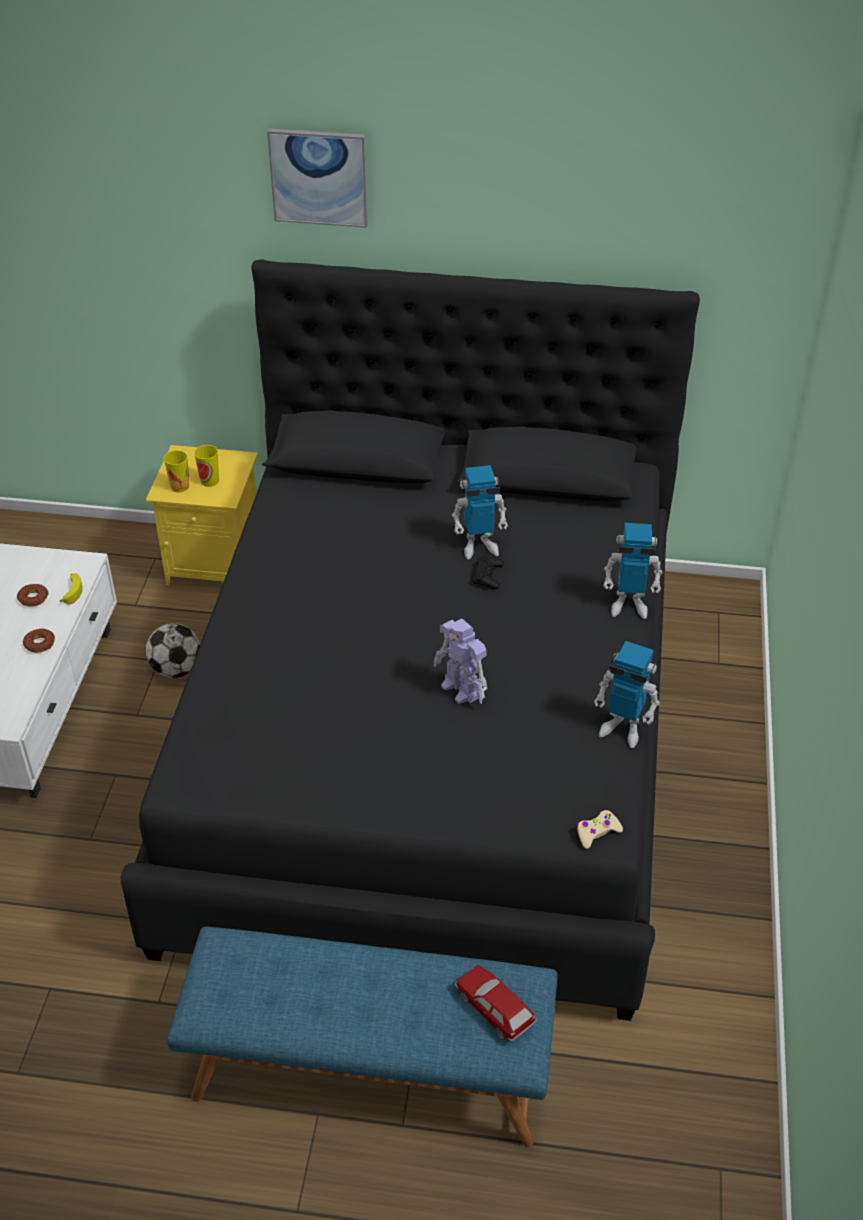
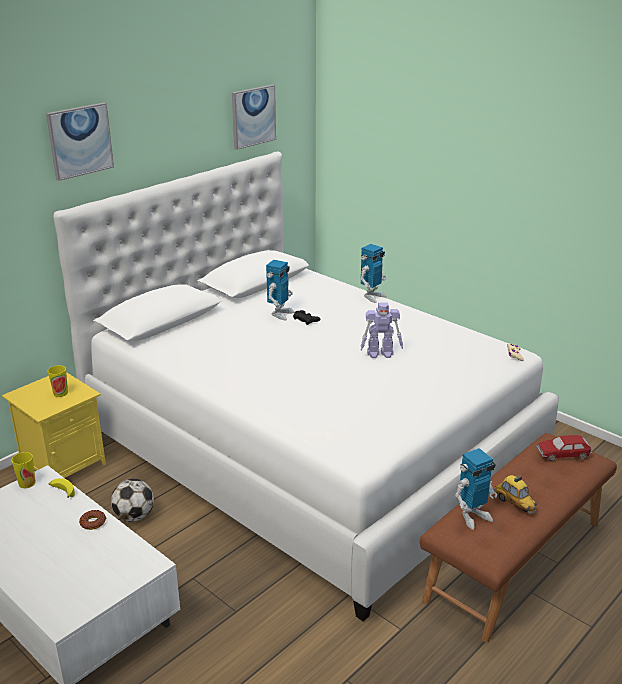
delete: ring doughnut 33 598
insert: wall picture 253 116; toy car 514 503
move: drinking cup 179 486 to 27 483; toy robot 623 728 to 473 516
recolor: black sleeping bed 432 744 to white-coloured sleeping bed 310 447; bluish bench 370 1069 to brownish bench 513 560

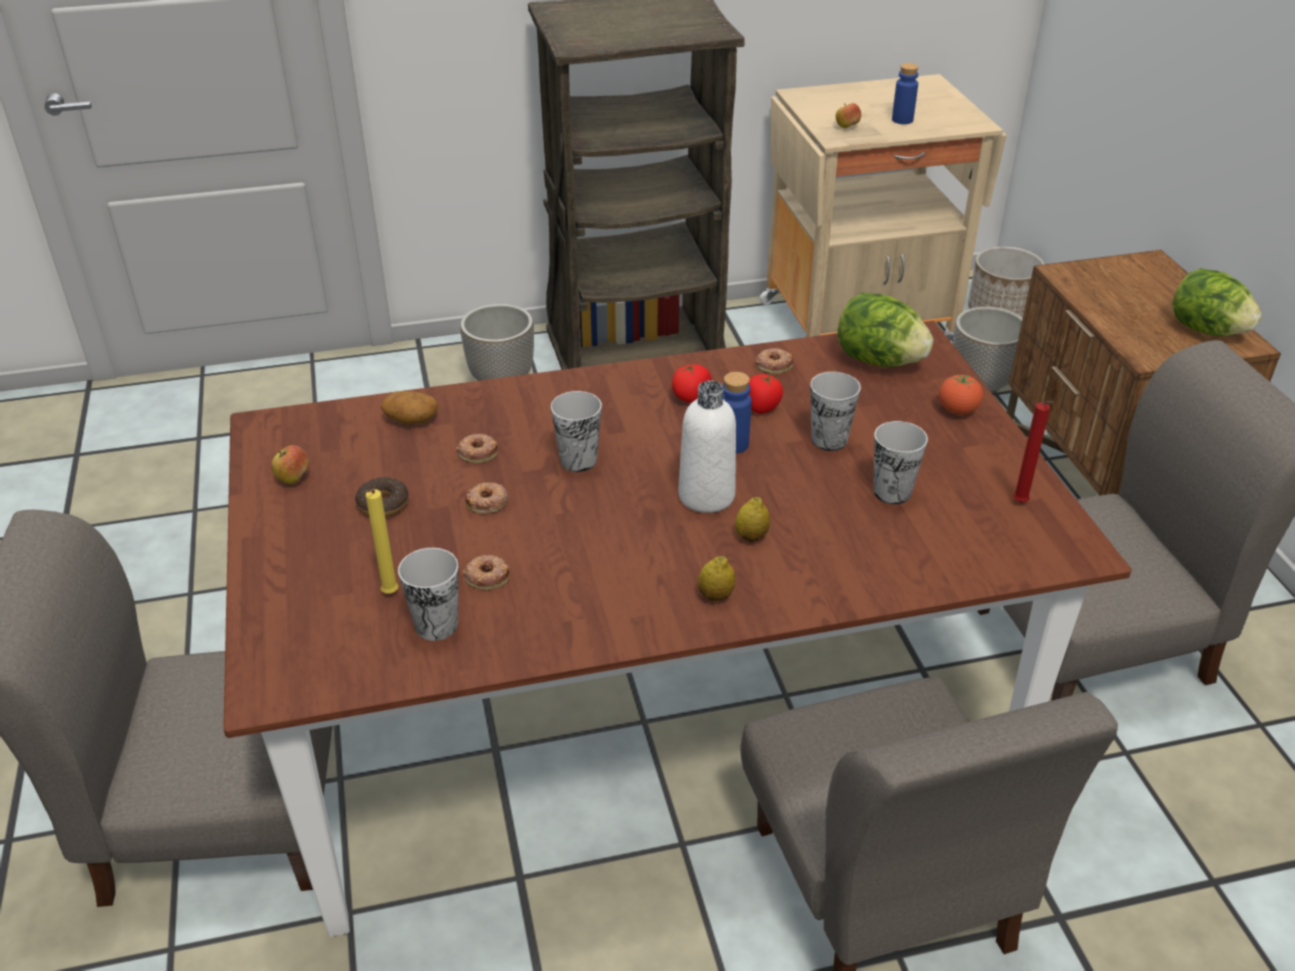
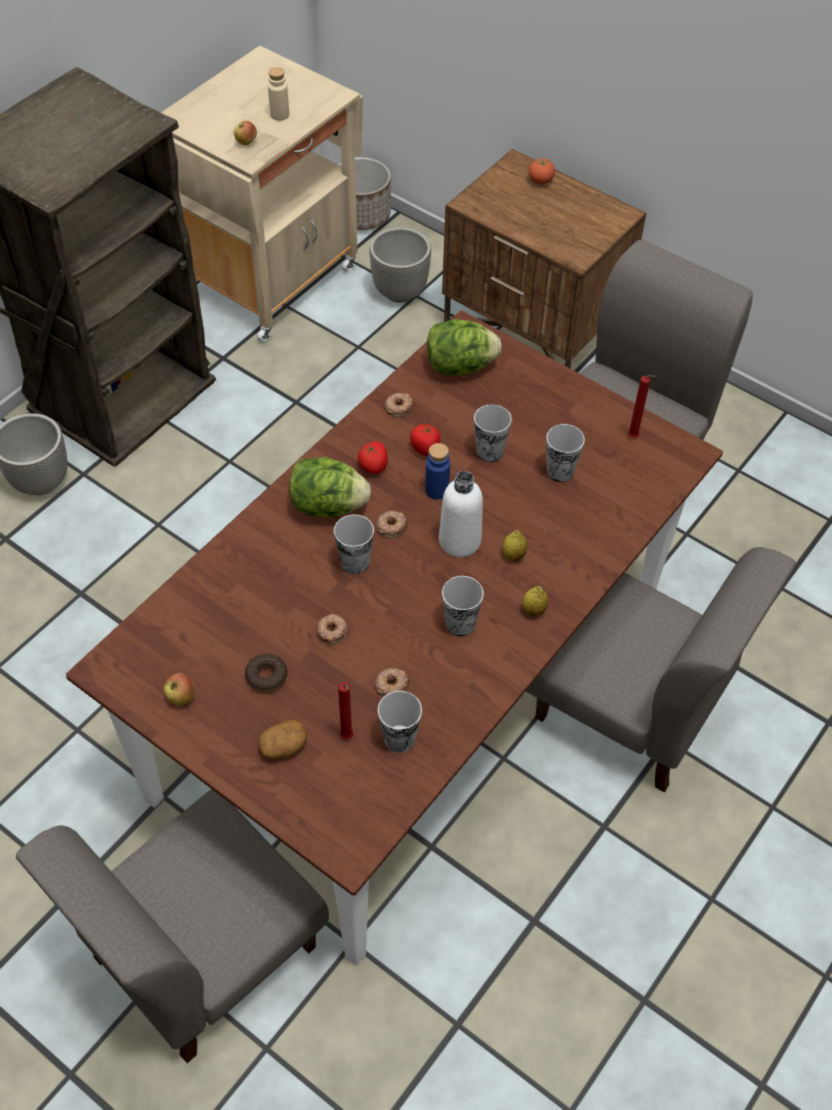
insert: drinking cup 460 623
move: spud 411 419 to 283 747; head of lettuce 1206 330 to 327 506; ring doughnut 478 452 to 391 526; fresh tomato 957 410 to 540 181
recolor: bluish bottle 902 120 to sand-coloured bottle 279 115; yellowish wax candle 389 595 to reddish wax candle 347 738

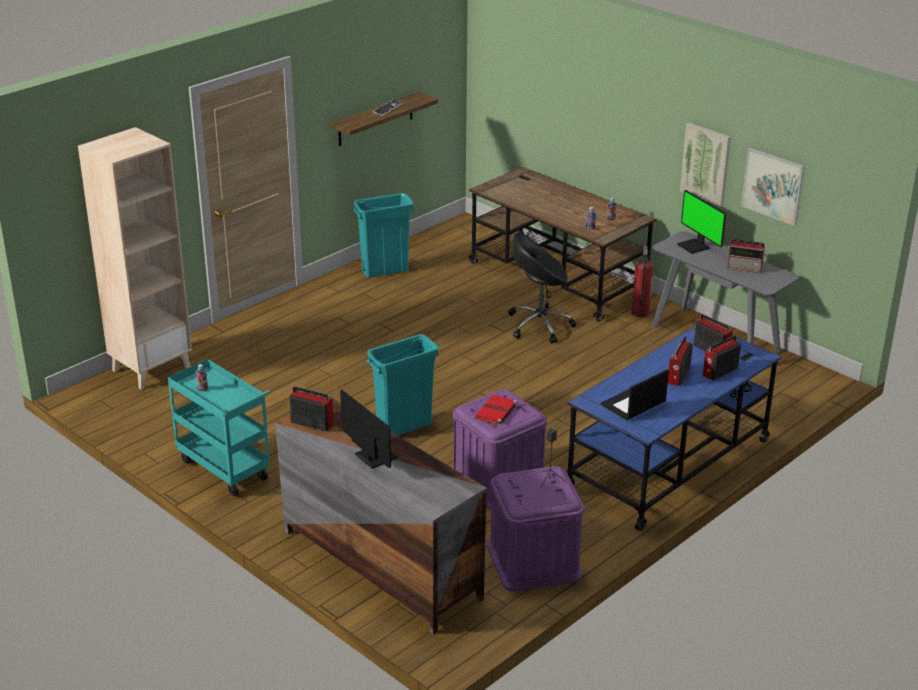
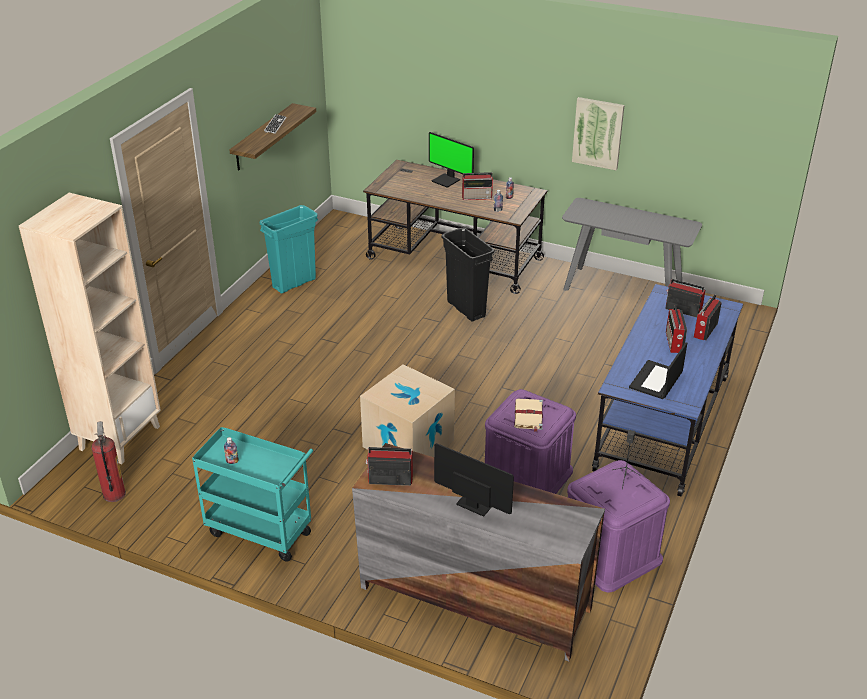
delete: wall picture 773 186
move: fire-fighting cylinder 640 312 to 114 494; computer display 694 246 to 447 180; radio 745 268 to 477 197
replace: turquoise trash can 403 428 to packing box 408 443; black office chair 538 325 to black trash can 466 309
recolor: reddish book 495 412 to sand-coloured book 528 416

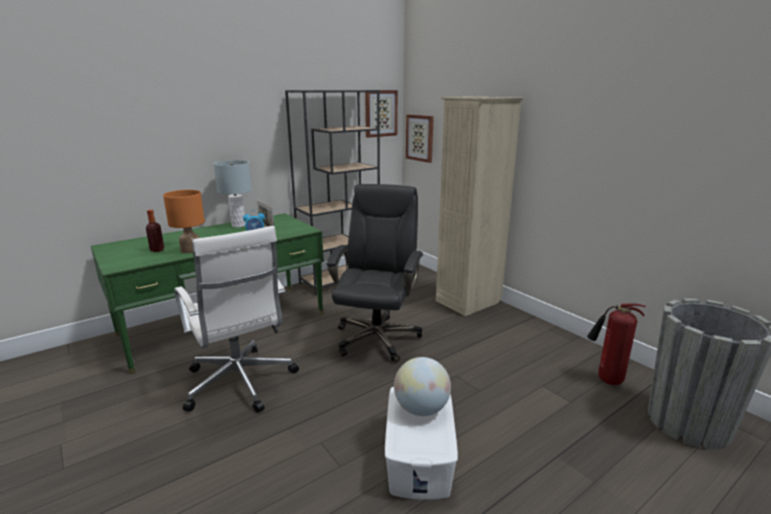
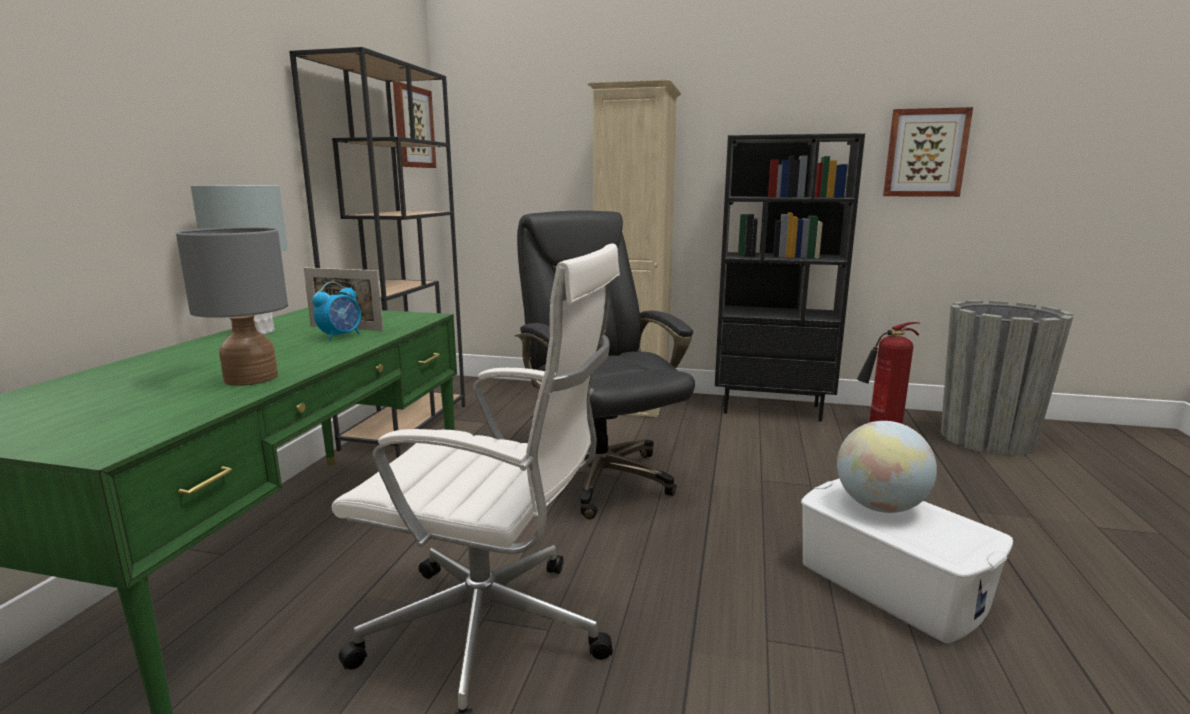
delete: bottle 157 250
insert: black bookshelf 772 409
move: wall picture 420 138 to 925 153
recolor: orange tabletop lamp 190 250 to greyish tabletop lamp 250 378

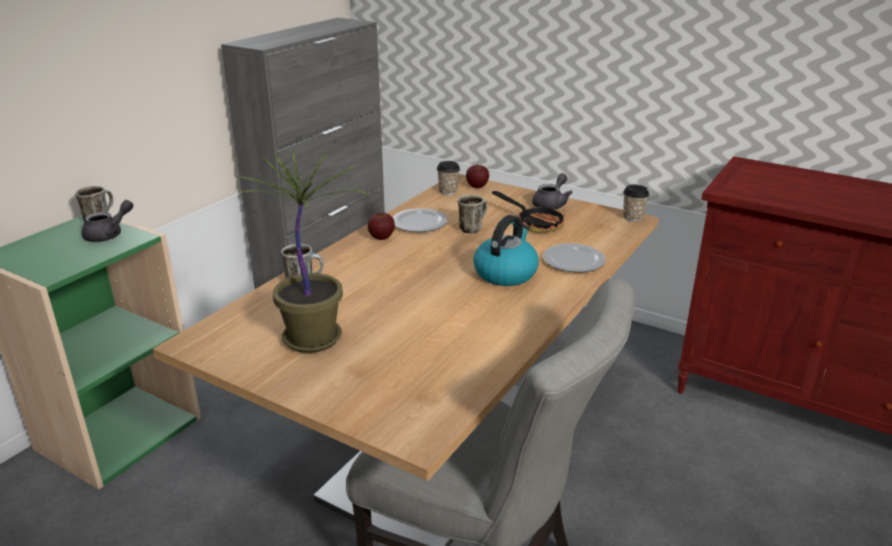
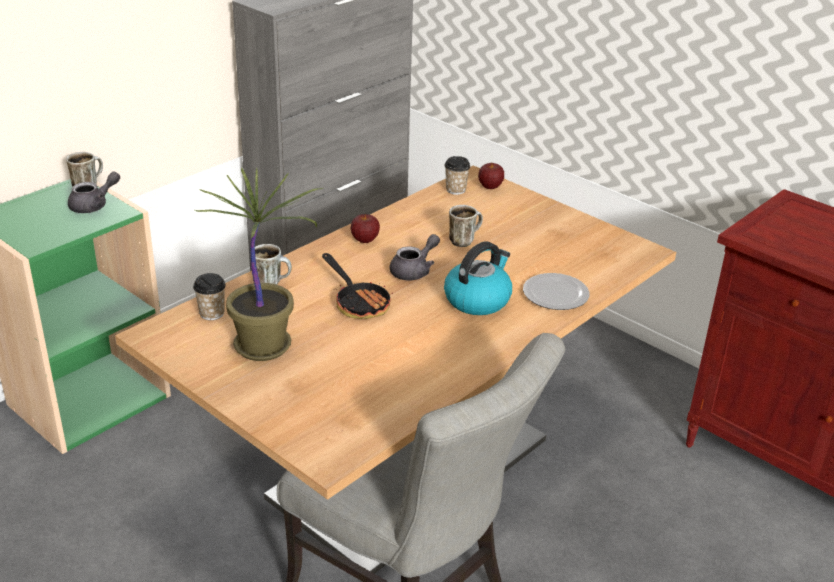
delete: flat dish 419 223
move: drinking cup 633 217 to 212 313; frying pan 534 223 to 358 302; greyish teapot 551 204 to 414 271

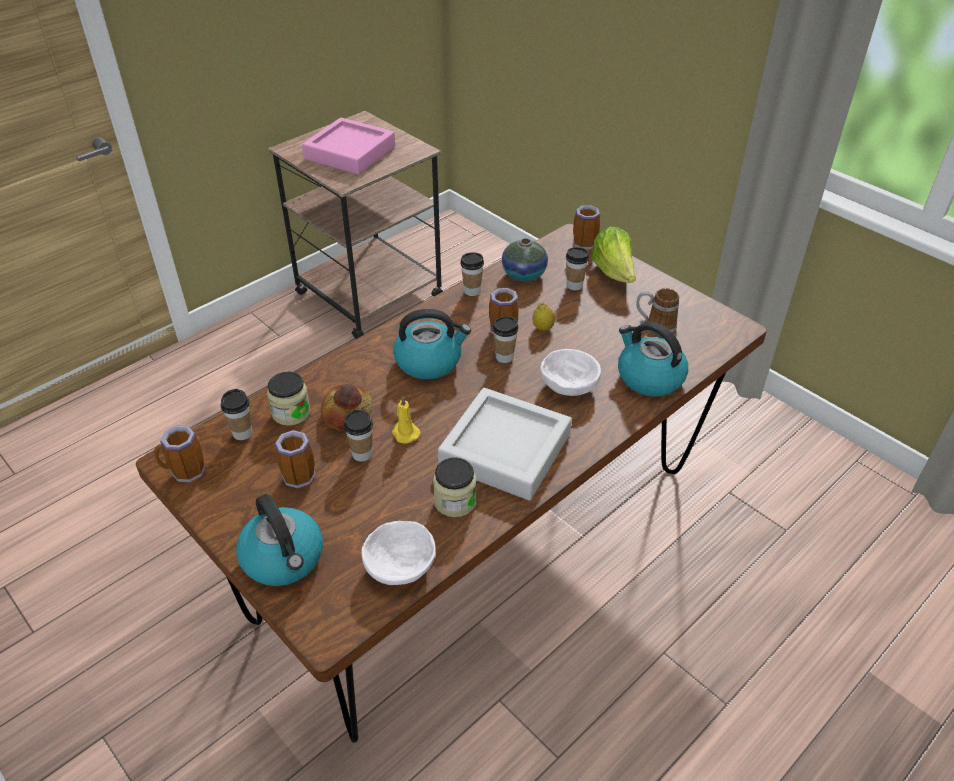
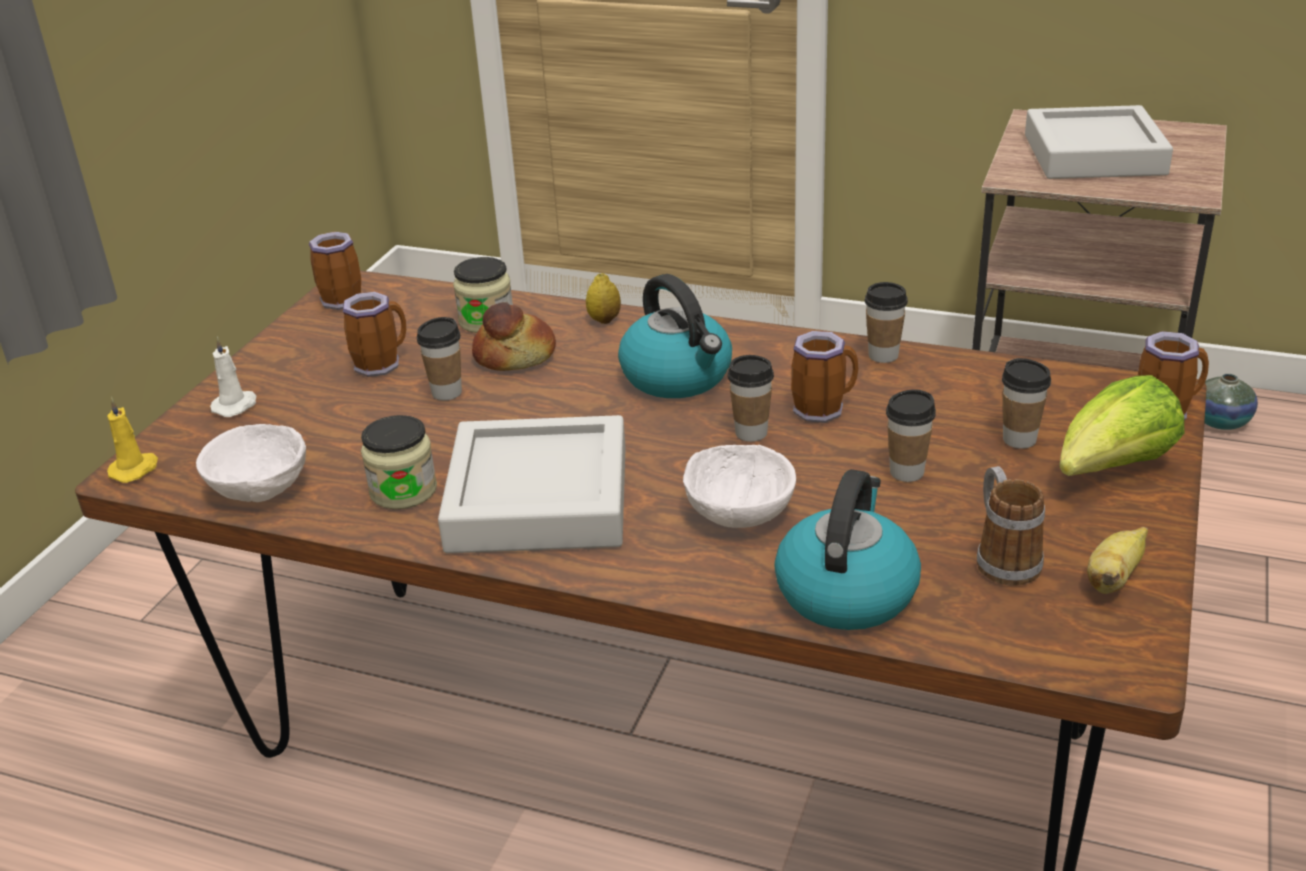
insert: banana 1113 578
move: yellowish wax candle 405 433 to 135 469; lemon 543 328 to 604 320; drinking cup 242 433 to 906 472; flower vase 524 274 to 1220 421
replace: kettle 284 559 to white-coloured wax candle 236 406
recolor: pink-coloured carrying tray 350 152 to greyish carrying tray 1094 155

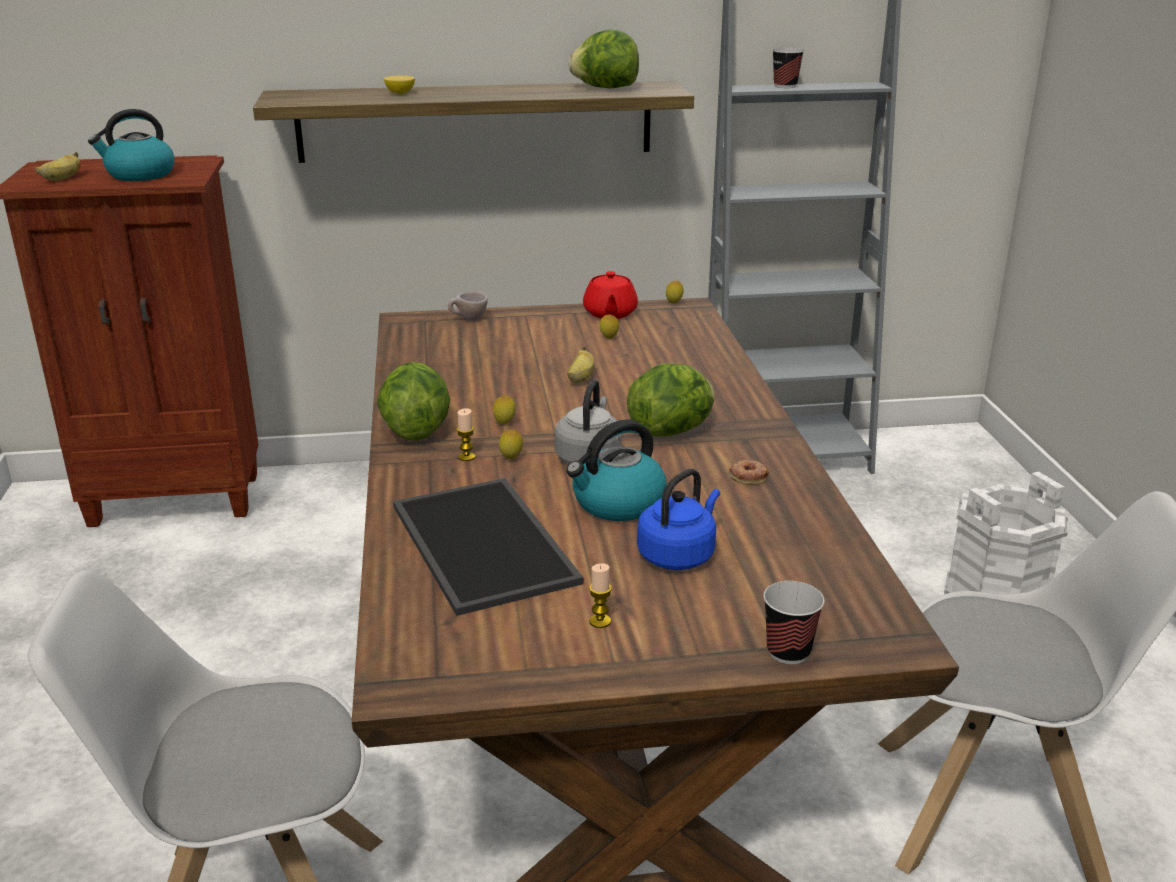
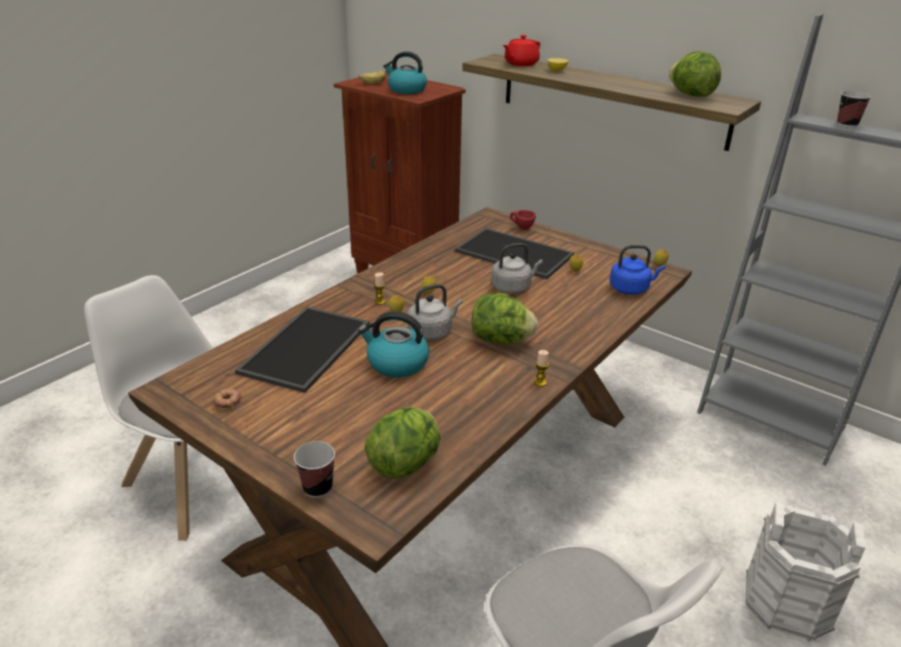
insert: carrying tray 516 253
move: ring doughnut 748 476 to 228 402; head of lettuce 415 430 to 406 463; reddish teapot 610 313 to 520 64; wax candle 600 621 to 540 382; bluish kettle 678 555 to 631 289
replace: banana 580 379 to greyish kettle 513 287
recolor: sand-coloured drinking cup 468 320 to reddish drinking cup 521 228

